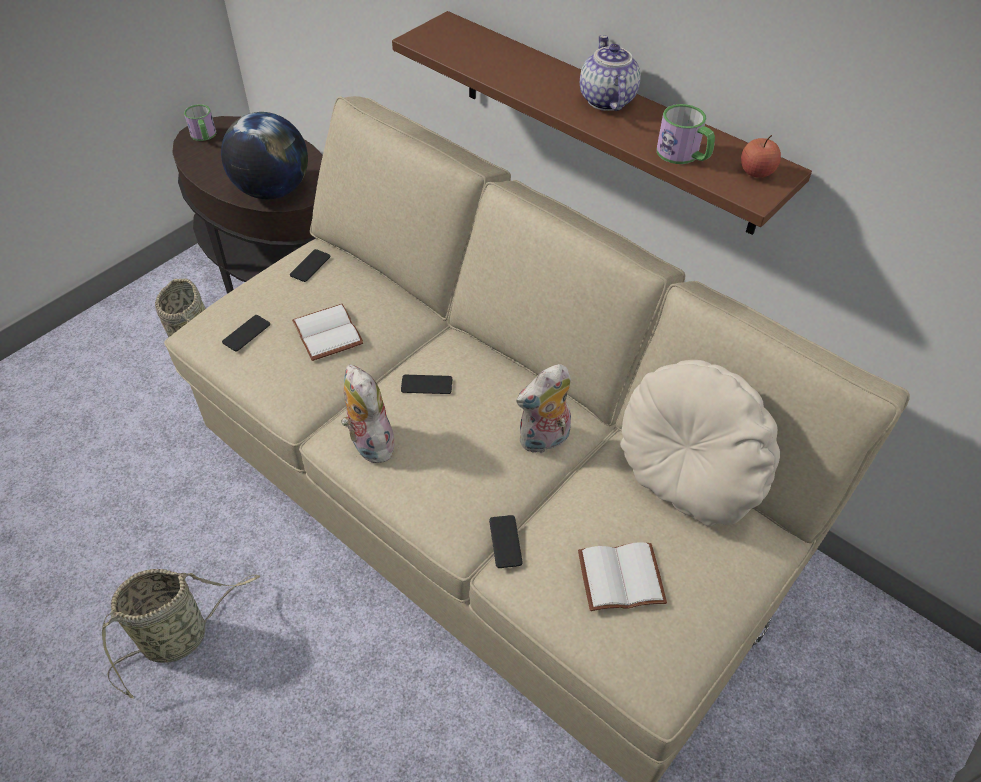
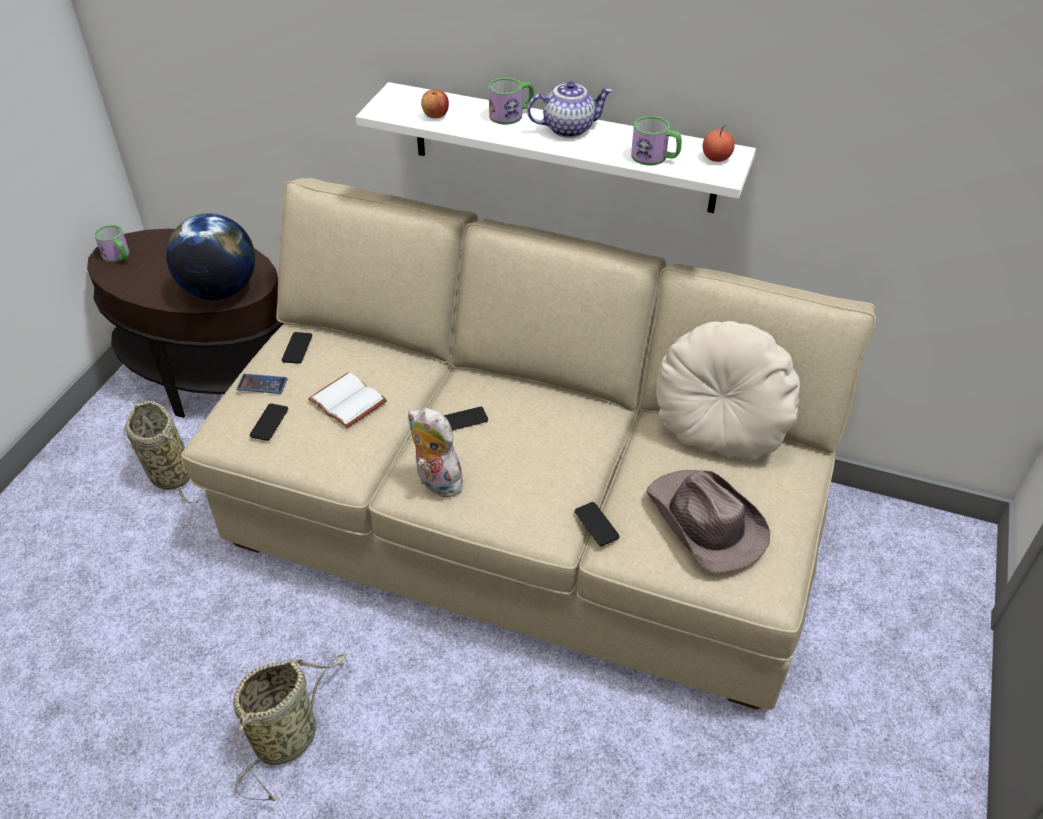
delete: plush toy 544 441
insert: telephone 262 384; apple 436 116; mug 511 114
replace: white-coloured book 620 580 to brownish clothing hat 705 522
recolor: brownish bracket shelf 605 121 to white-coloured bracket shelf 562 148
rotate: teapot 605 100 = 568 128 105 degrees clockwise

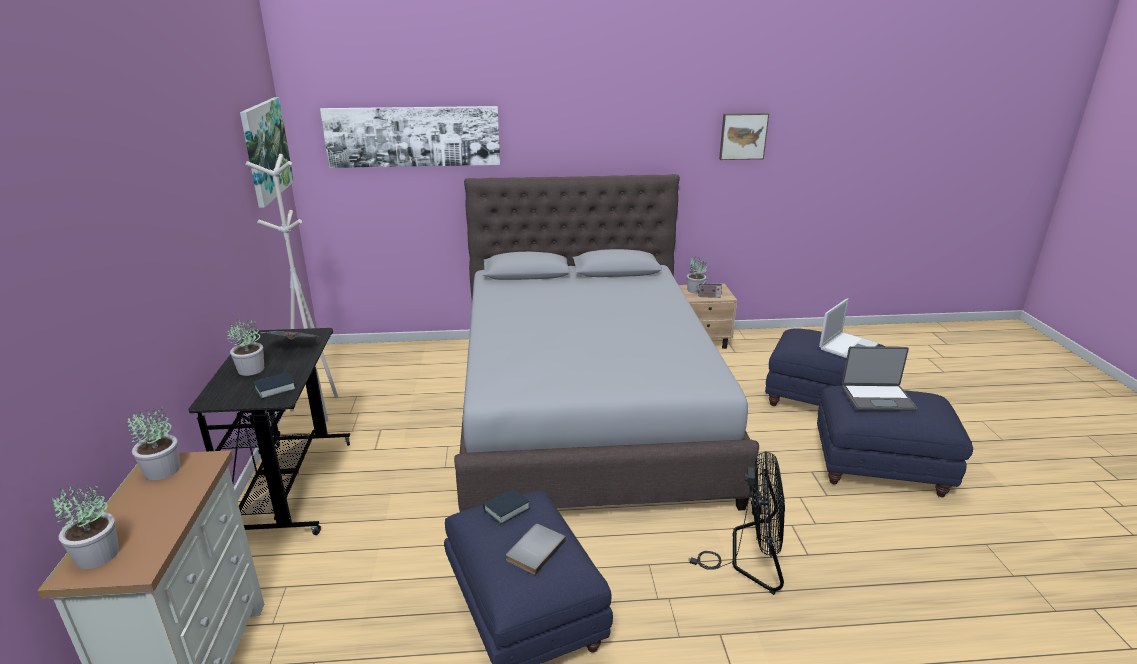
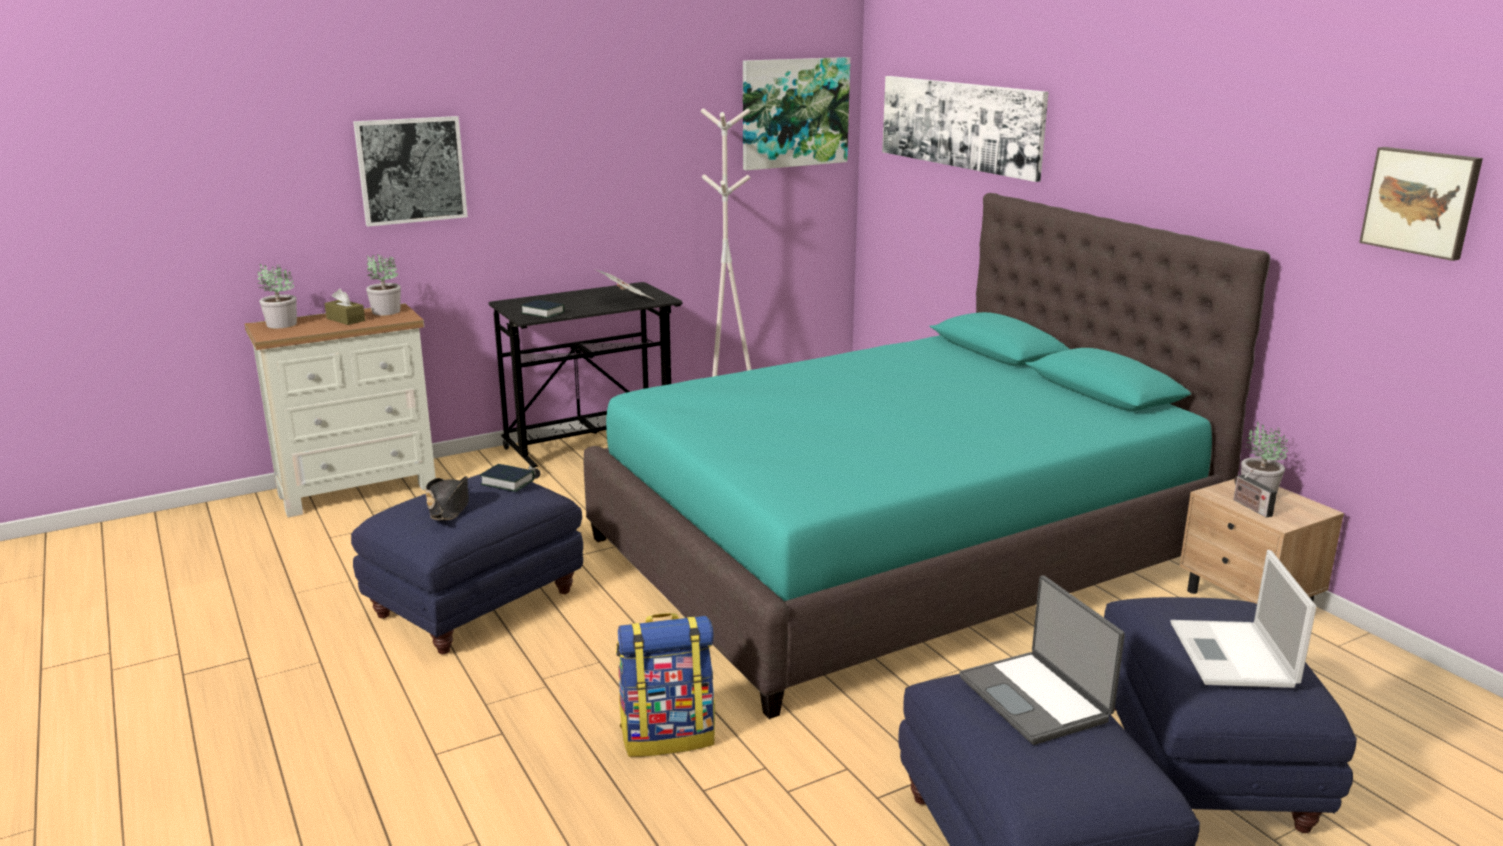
delete: potted plant 251 369
insert: brownish tissue box 345 319; wall picture 411 170
replace: greyish book 534 549 to black clothing hat 449 507; black electric fan 749 554 to knapsack 668 735
recolor: greyish sleeping bed 586 408 to turquoise sleeping bed 899 551
rotate: laptop 848 346 = 1233 656 75 degrees clockwise

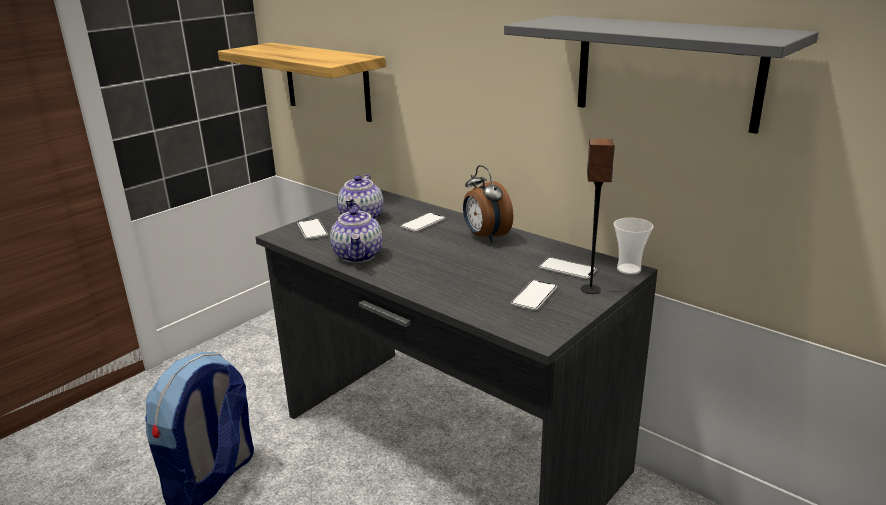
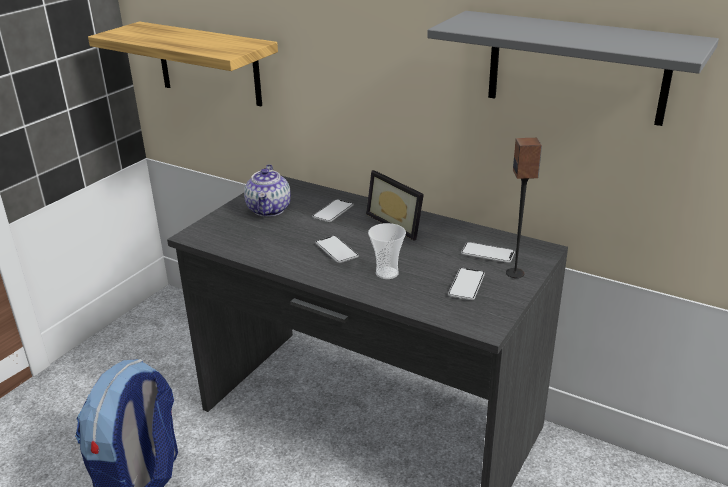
delete: teapot 358 255
move: telephone 312 230 to 336 250; drinking cup 628 269 to 387 273
replace: alarm clock 485 237 to photo frame 399 223

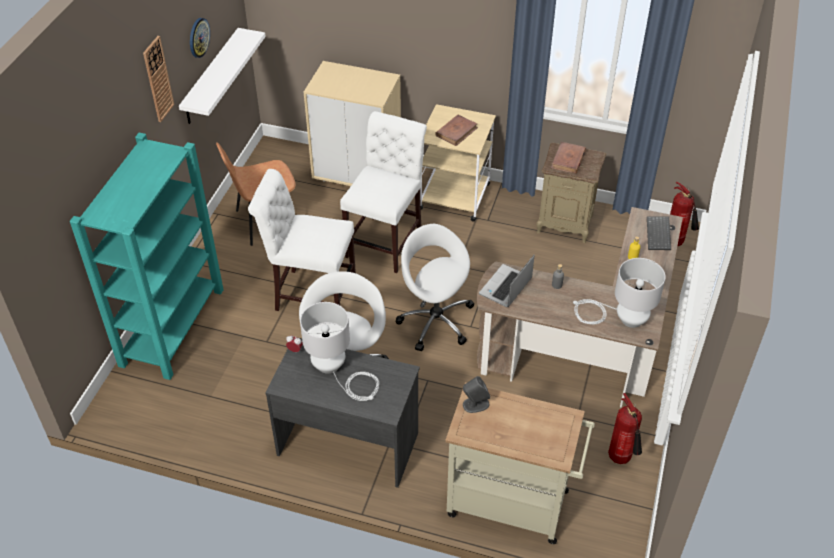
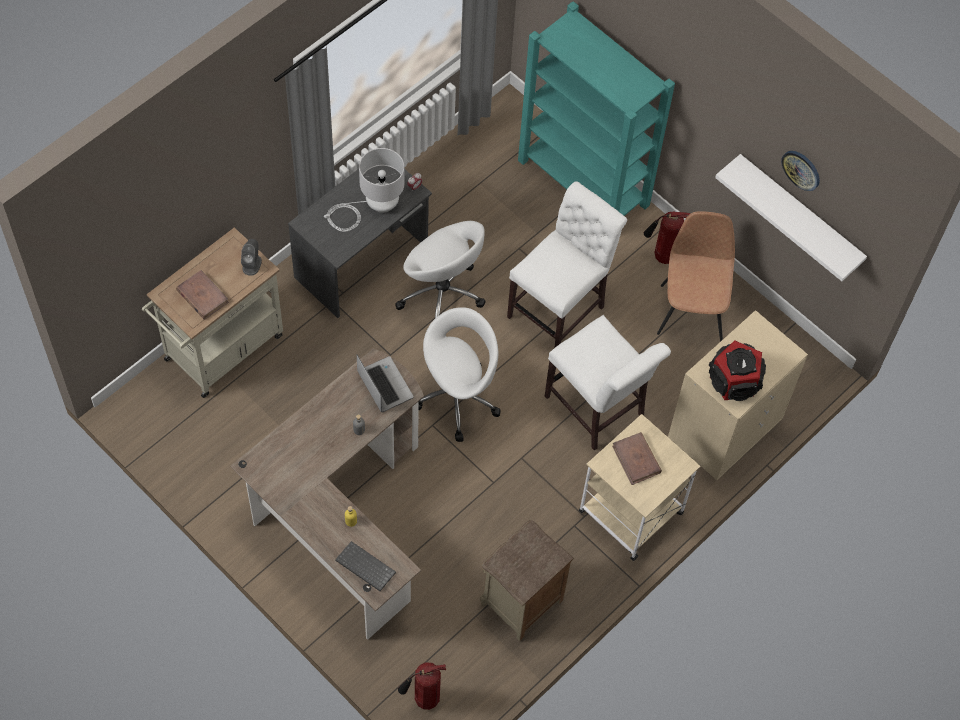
delete: clock on the wall 158 79; white-coloured tabletop lamp 615 316
insert: audio speaker 734 380
move: brownish book 568 160 to 202 296; fire-fighting cylinder 621 459 to 661 257

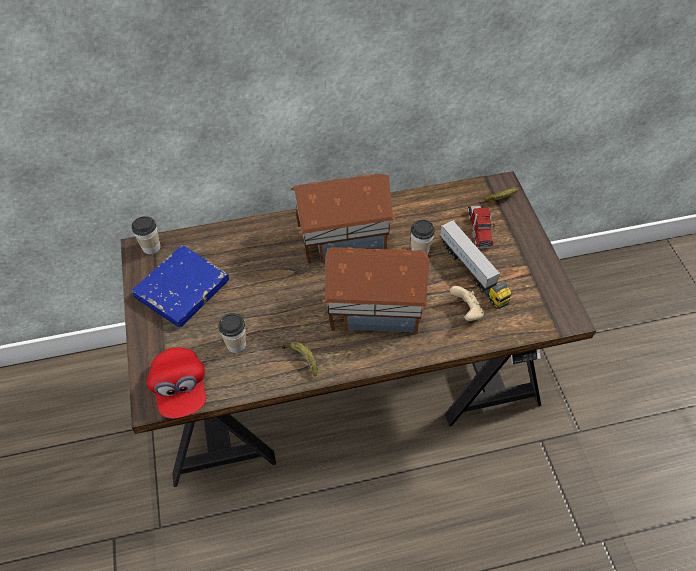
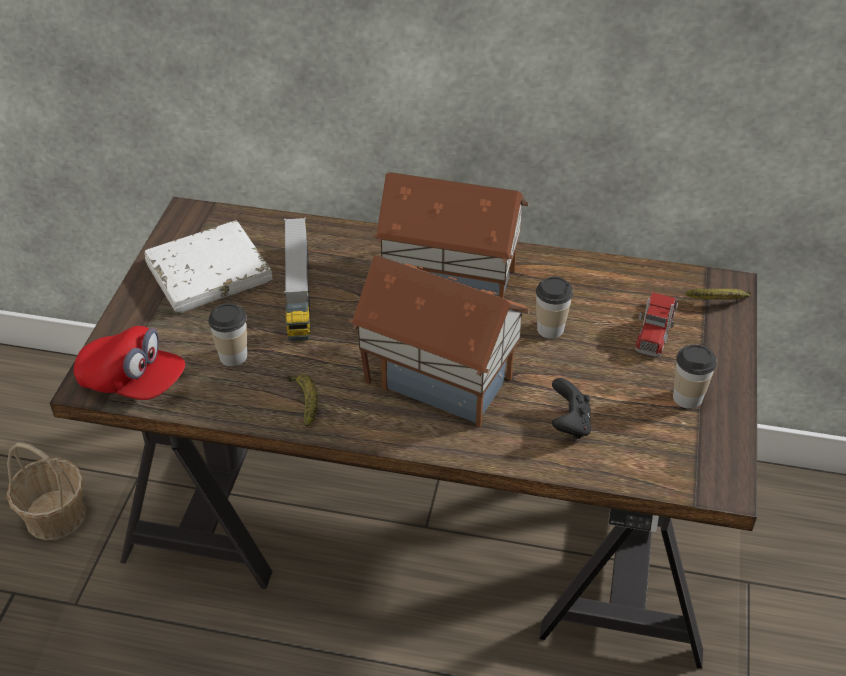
insert: household basket 55 515
move: toy truck 472 272 to 298 292; drinking cup 151 247 to 687 398
recolor: bluish book 182 289 to white-coloured book 209 273; sand-coloured gamepad 466 311 to black gamepad 569 424
rotate: reddish peaked cap 181 389 = 133 382 75 degrees counterclockwise

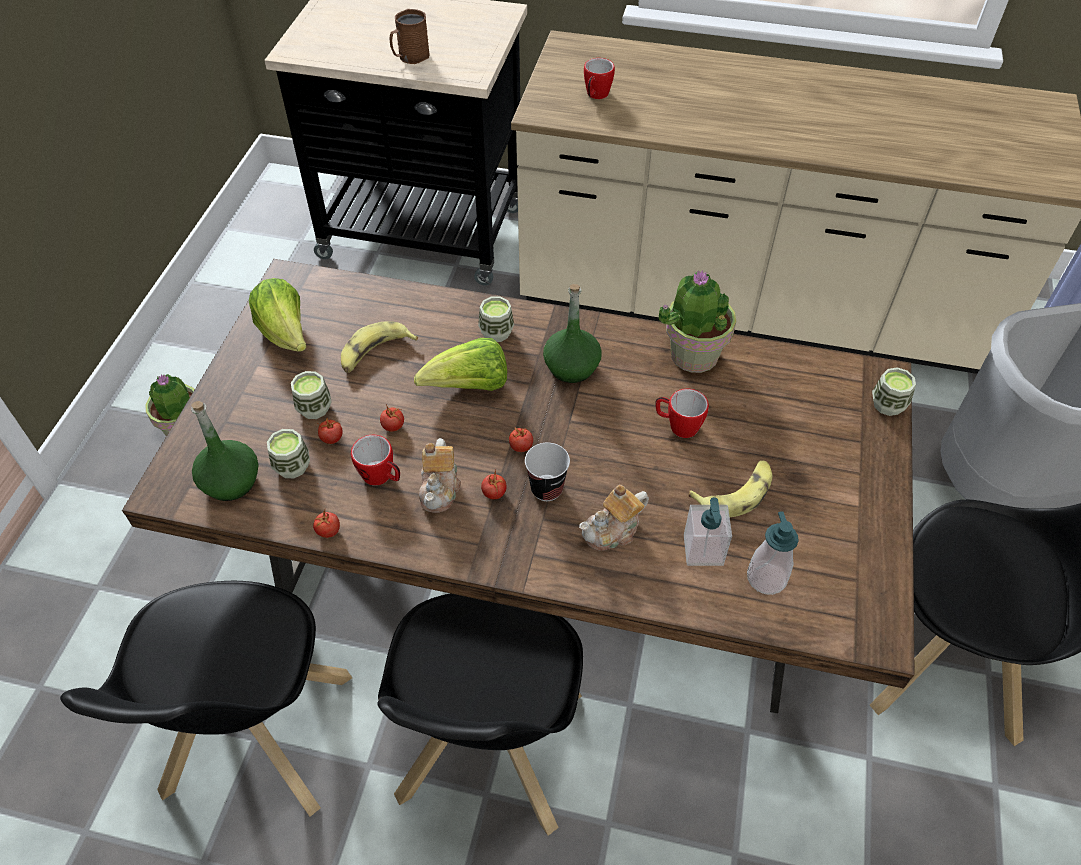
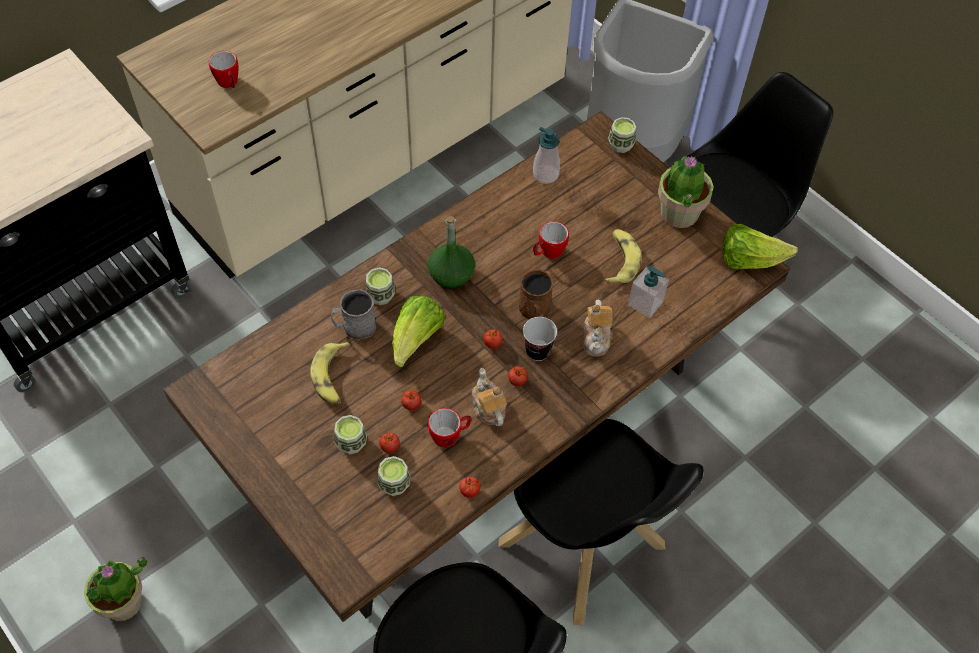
delete: green-coloured bottle 231 481
insert: greyish mug 354 327
move: brownish mug 410 57 to 534 311; liquid soap bottle 766 578 to 545 174; potted plant 693 355 to 678 213; head of lettuce 286 334 to 748 260
rotate: teapot 440 488 = 488 408 150 degrees counterclockwise

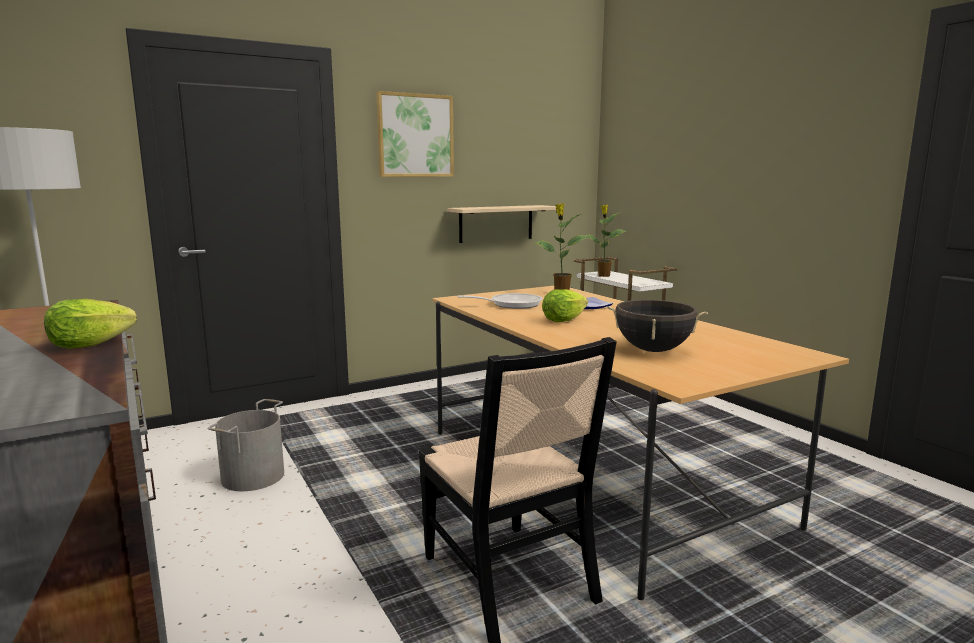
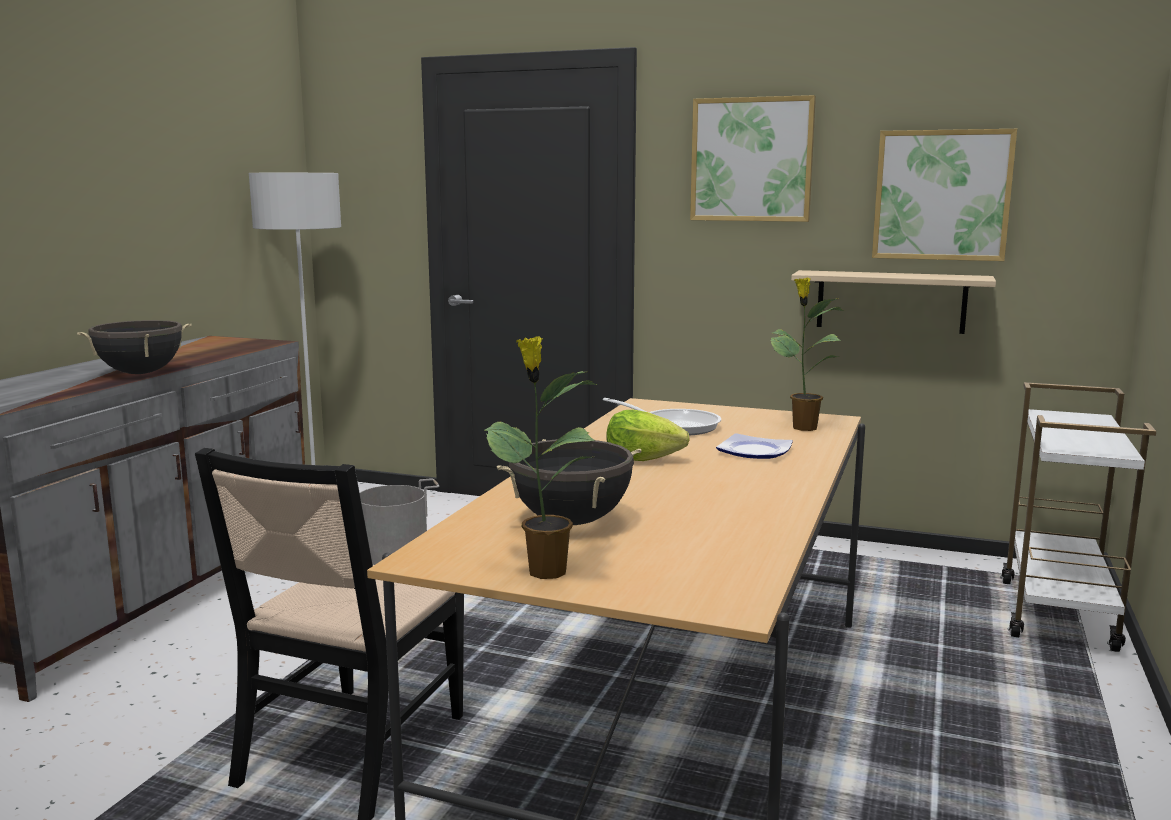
insert: wall picture 942 195
move: potted plant 603 276 to 544 571
replace: head of lettuce 89 345 to black saucepot 140 373

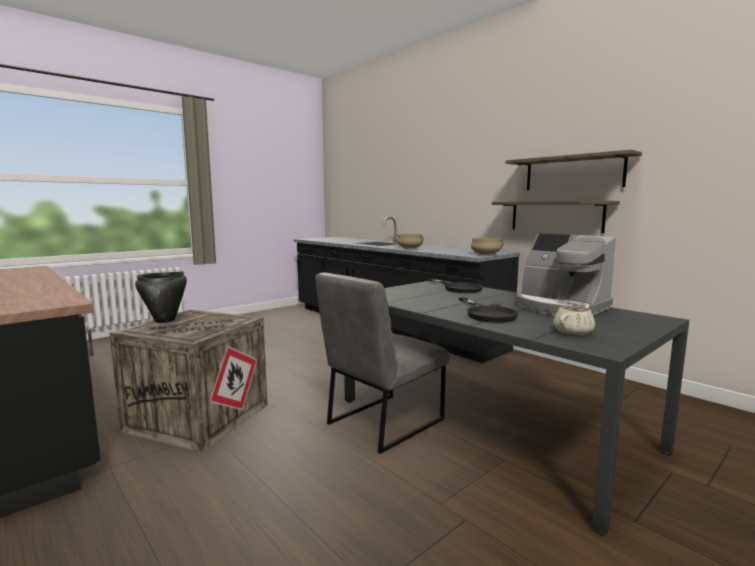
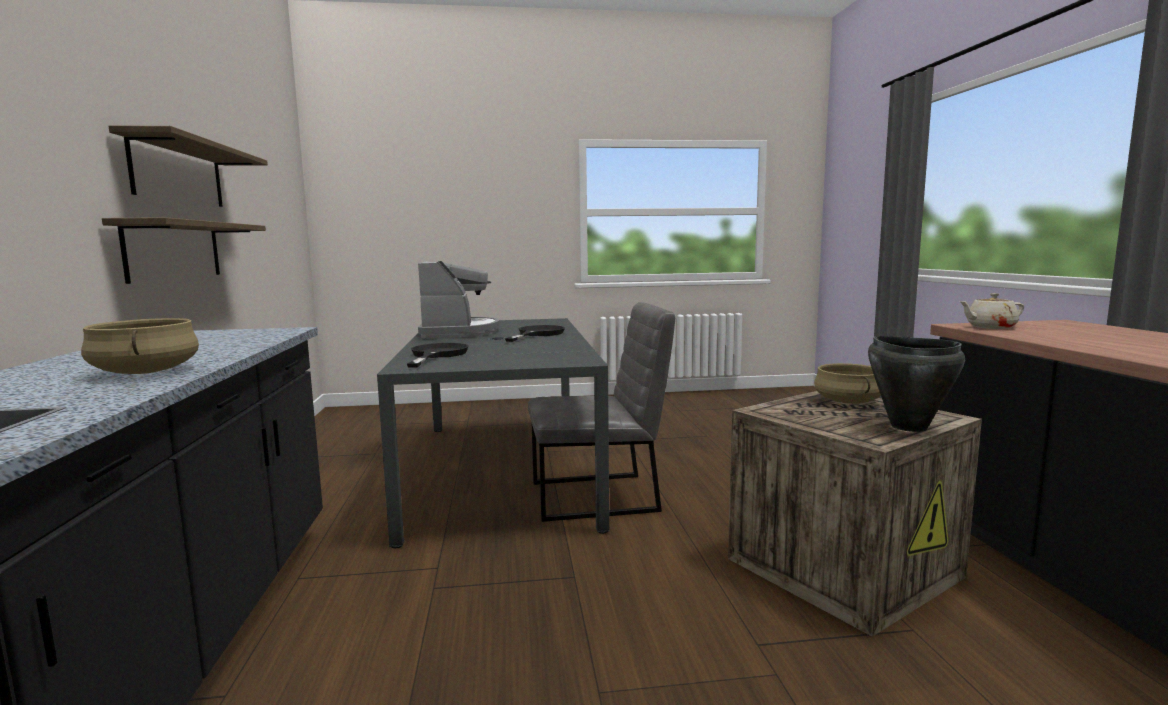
move: sand-coloured saucepot 486 254 to 847 401; sand-coloured teapot 573 331 to 989 327

